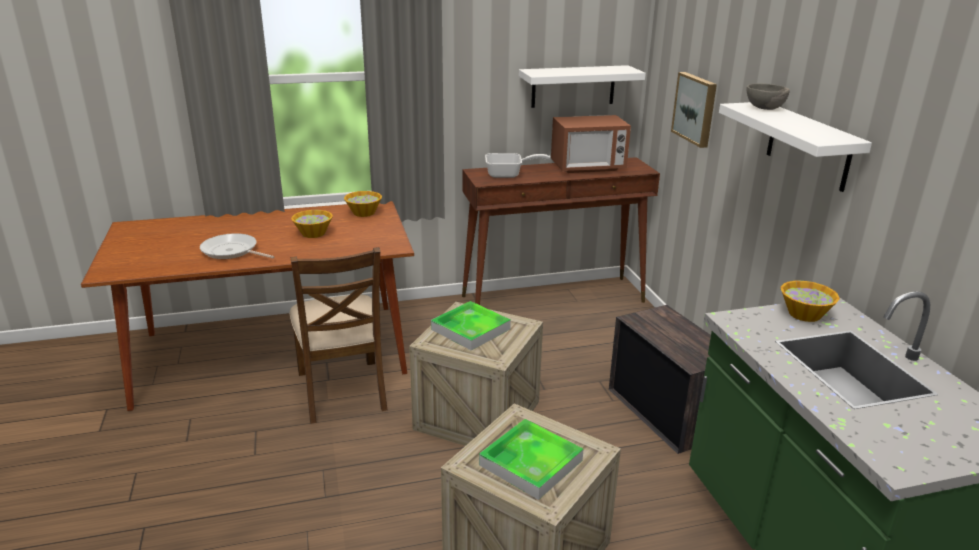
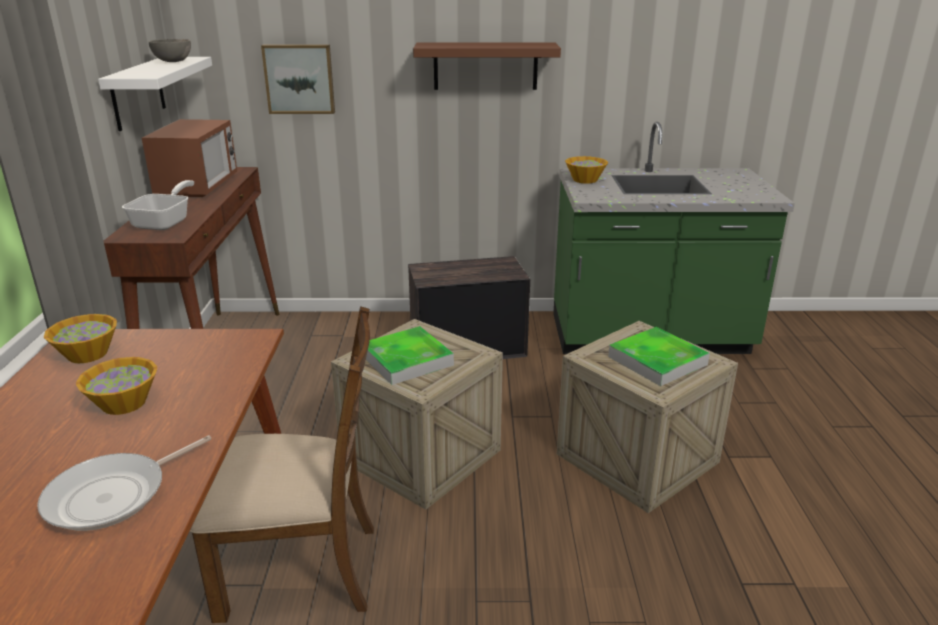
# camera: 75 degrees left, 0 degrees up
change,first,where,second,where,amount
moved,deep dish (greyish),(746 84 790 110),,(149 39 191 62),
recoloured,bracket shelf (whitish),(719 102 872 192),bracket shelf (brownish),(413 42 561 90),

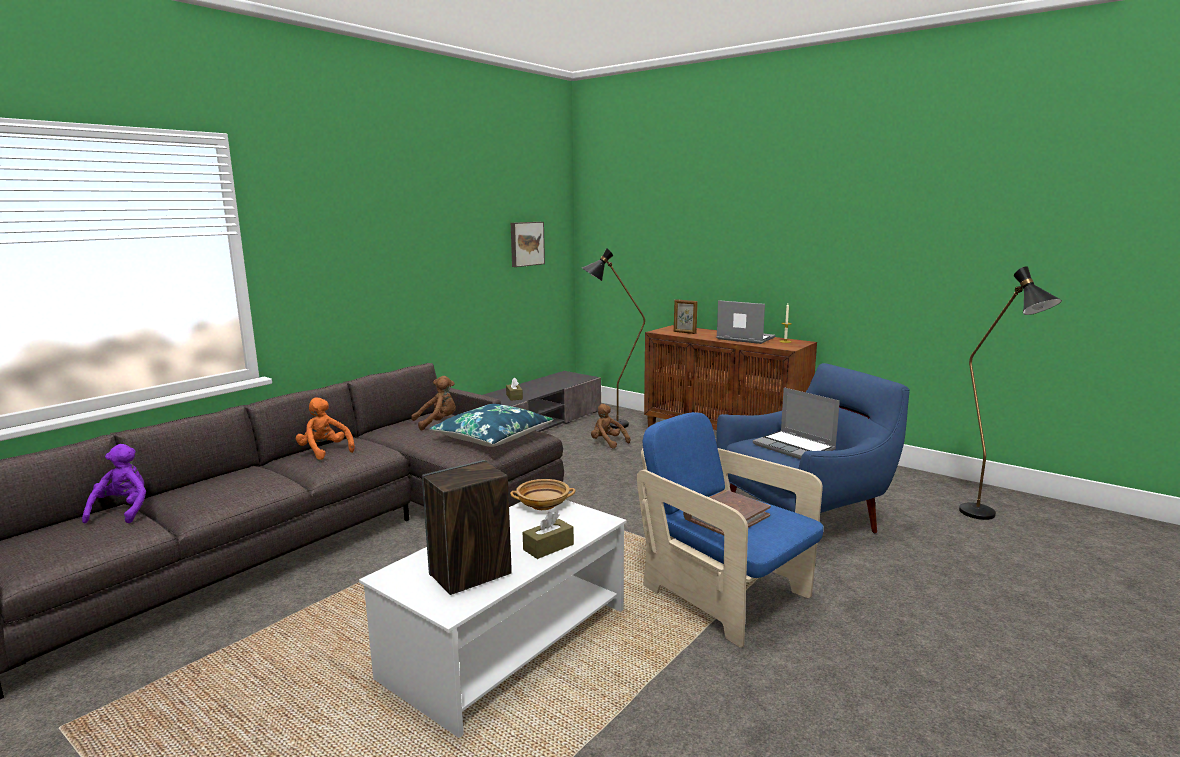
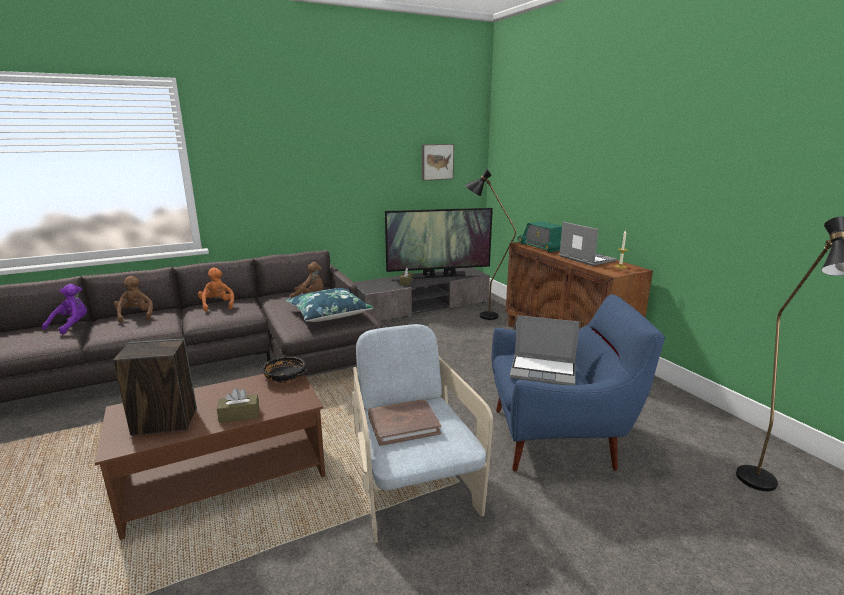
# camera: 25 degrees right, 5 degrees up
change,first,where,second,where,amount
replaced,picture frame,(674 299 698 334),radio,(517 221 562 252),
turned,portable computer,(753 387 840 460),,(510 315 580 385),60 degrees counterclockwise
moved,cuddly toy (brownish),(591 404 630 448),,(113 276 153 323),
recoloured,armchair (blue),(637 412 824 648),armchair (beige),(352 324 493 543),
recoloured,deep dish (beige),(510 479 575 510),deep dish (black-coloured),(261 356 308 383),
recoloured,low table (whitish),(359 500 627 738),low table (brownish),(95 374 325 540),
added,,,TV,(385 208 493 279),

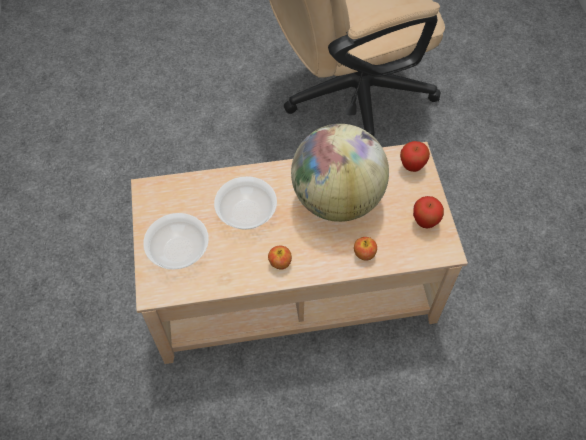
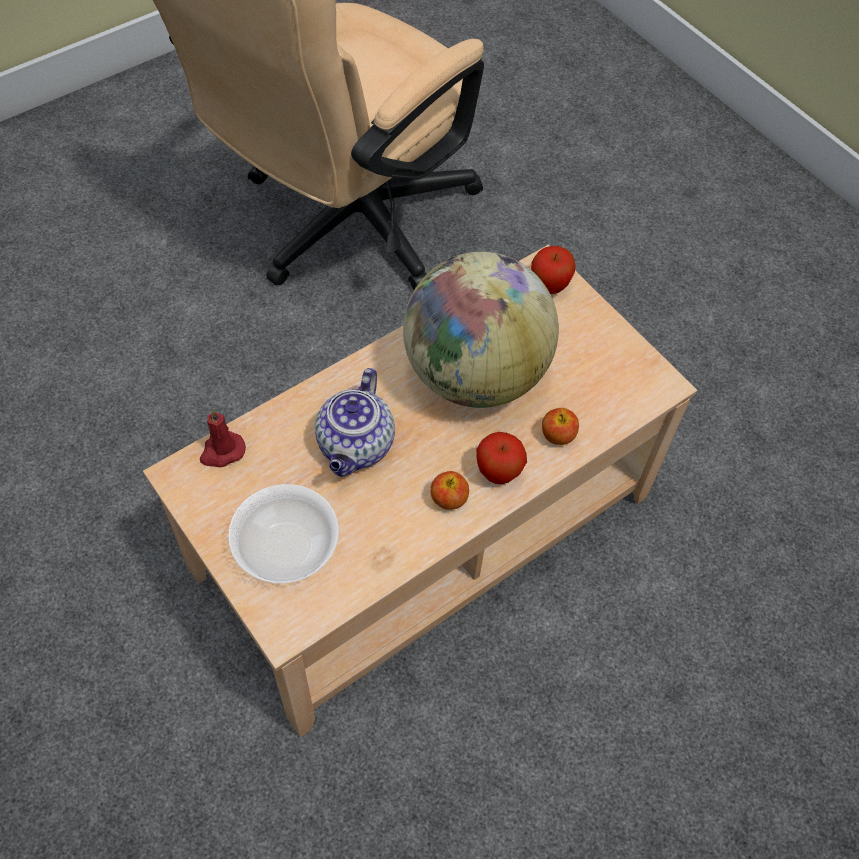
# camera: 30 degrees left, 0 degrees up
change,first,where,second,where,amount
replaced,deep dish,(214 176 277 230),teapot,(315 368 395 477),
moved,apple fruit,(413 196 444 228),,(476 432 527 484),
added,,,wax light (red),(200 409 246 467),

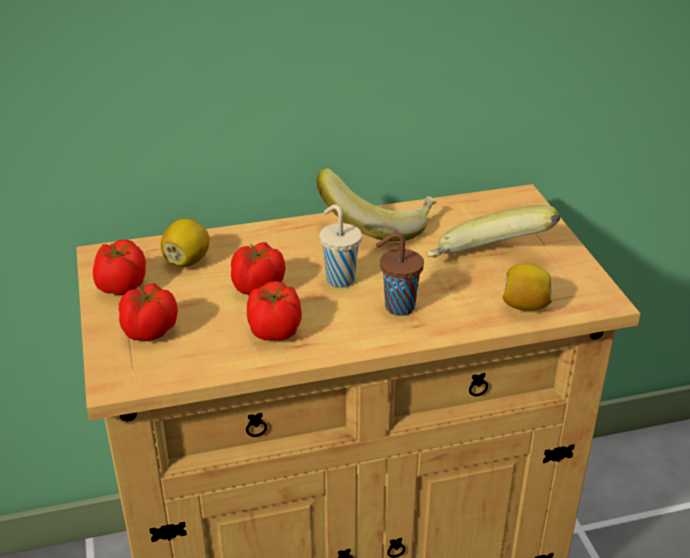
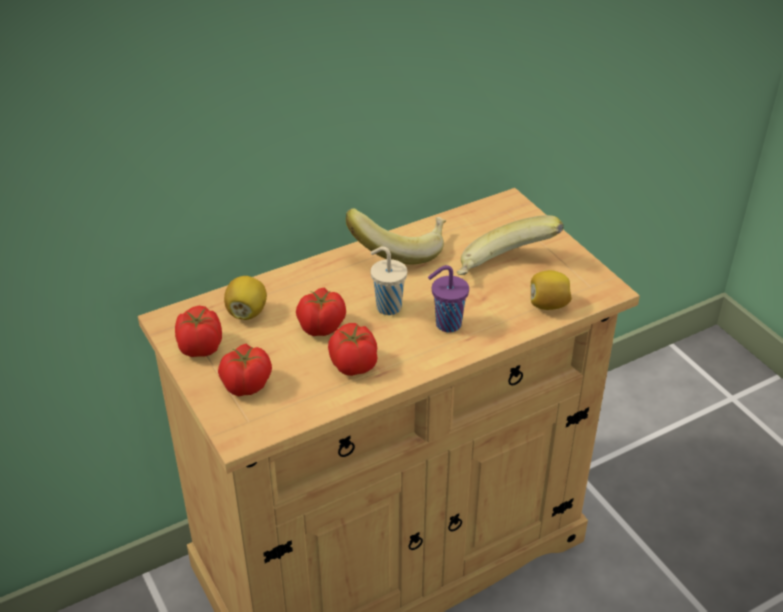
# camera: 15 degrees left, 5 degrees up
change,first,where,second,where,amount
recoloured,drinking cup (brownish),(376 233 424 316),drinking cup (purple),(428 265 469 332),

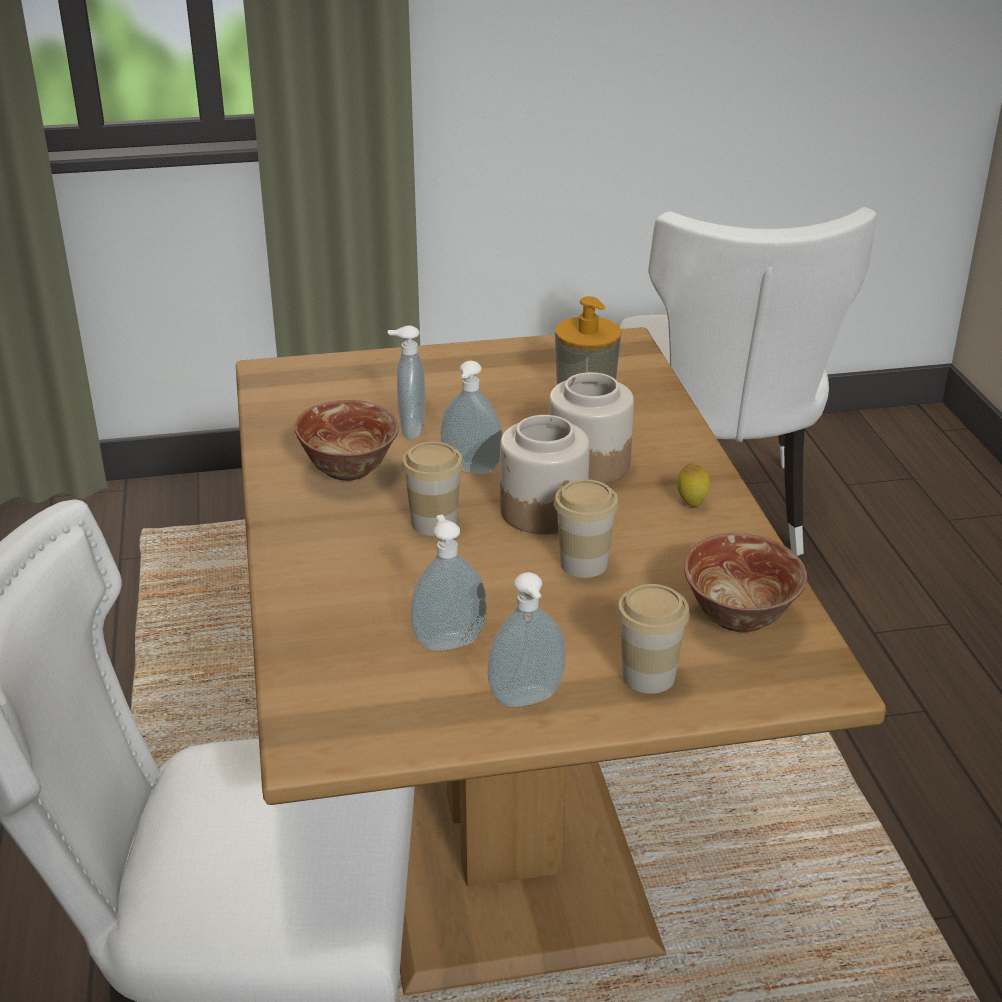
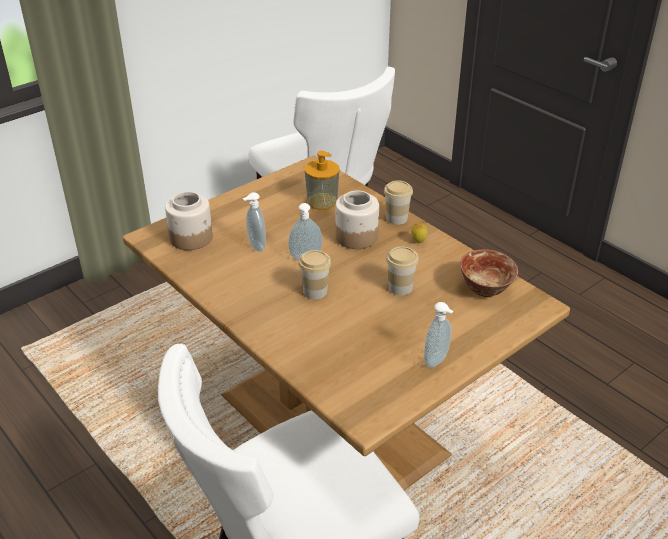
# camera: 30 degrees left, 5 degrees up
change,first,where,second,where,amount
removed,deep dish,(295 400 399 481),,,
moved,storage jar,(500 415 590 534),,(165 191 213 250),
removed,soap bottle,(411 515 487 651),,,
moved,drinking cup,(617 584 690 694),,(384 181 413 225),

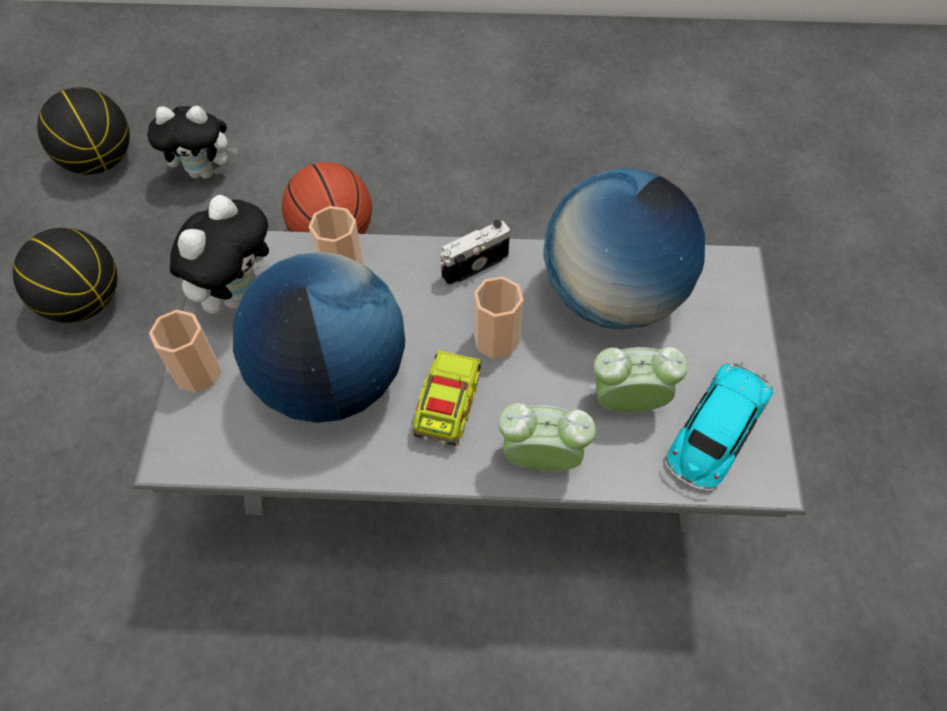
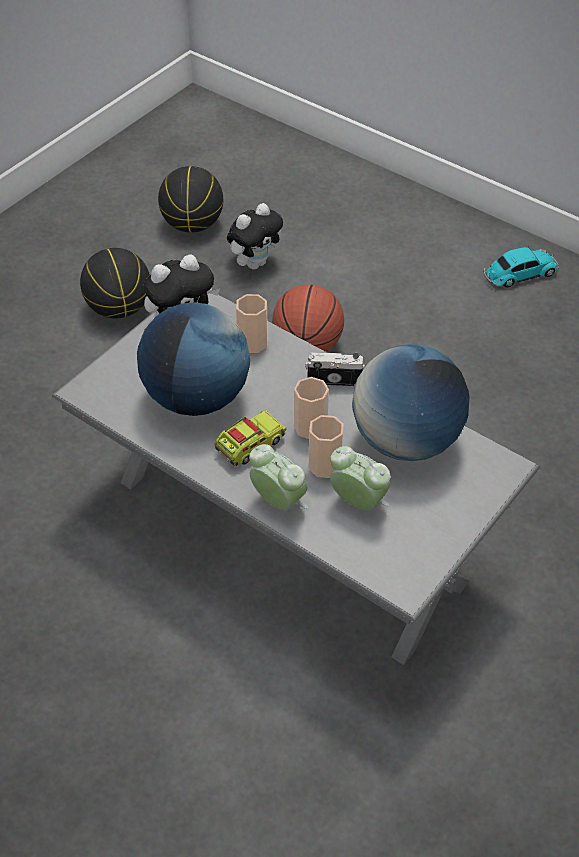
# camera: 35 degrees right, 10 degrees down
change,first,where,second,where,amount
turned,cuddly toy,(147 106 238 179),,(227 203 283 269),75 degrees counterclockwise
moved,drinking cup,(149 310 222 393),,(308 415 344 478),
moved,toy car,(664 362 773 492),,(483 247 559 288),

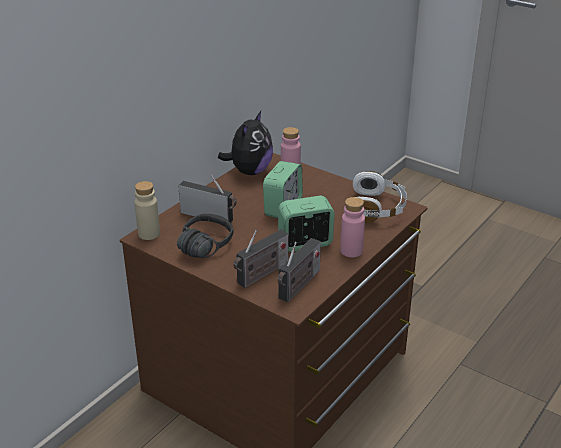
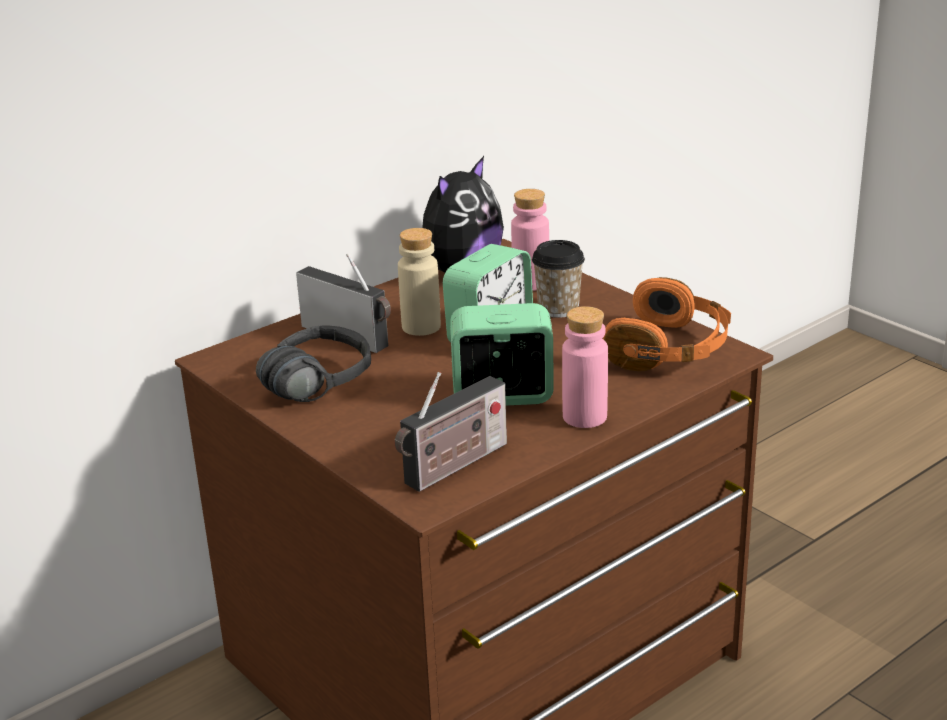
# camera: 15 degrees right, 5 degrees down
change,first,where,second,where,amount
recoloured,pair of headphones (whitish),(353 171 407 223),pair of headphones (orange),(603 277 731 371),
moved,beverage bottle (beige),(134 181 160 240),,(398 228 441 336),
removed,radio,(233 229 288 288),,,
added,,,drinking cup,(532 240 585 318),

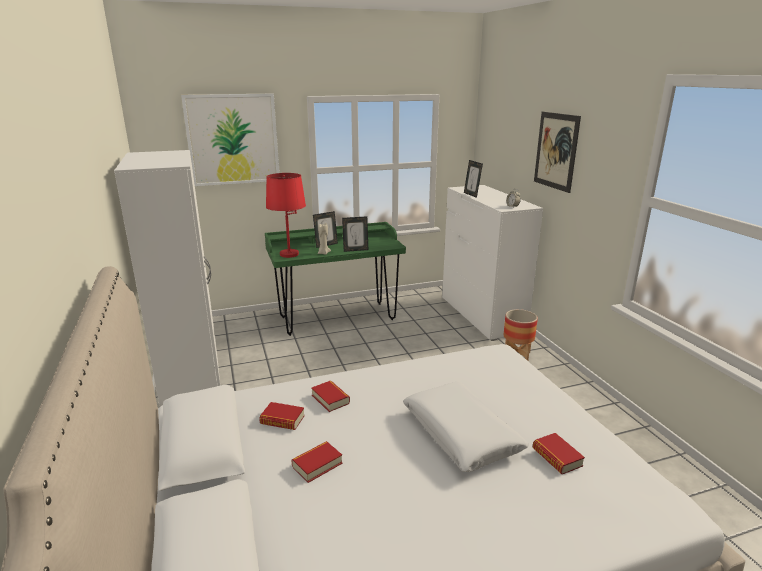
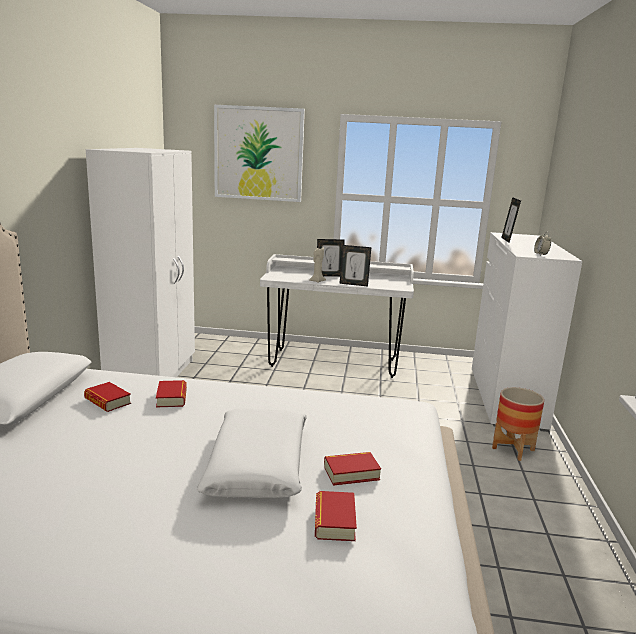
# camera: 25 degrees right, 5 degrees down
change,first,where,second,where,amount
removed,wall art,(534 112 581 193),,,
removed,tabletop lamp (red),(266 173 306 258),,,
recoloured,desk table (greenish),(265 222 406 336),desk table (whitish),(260 254 414 378),
moved,bound book,(291 441 343 483),,(324 452 381 486),

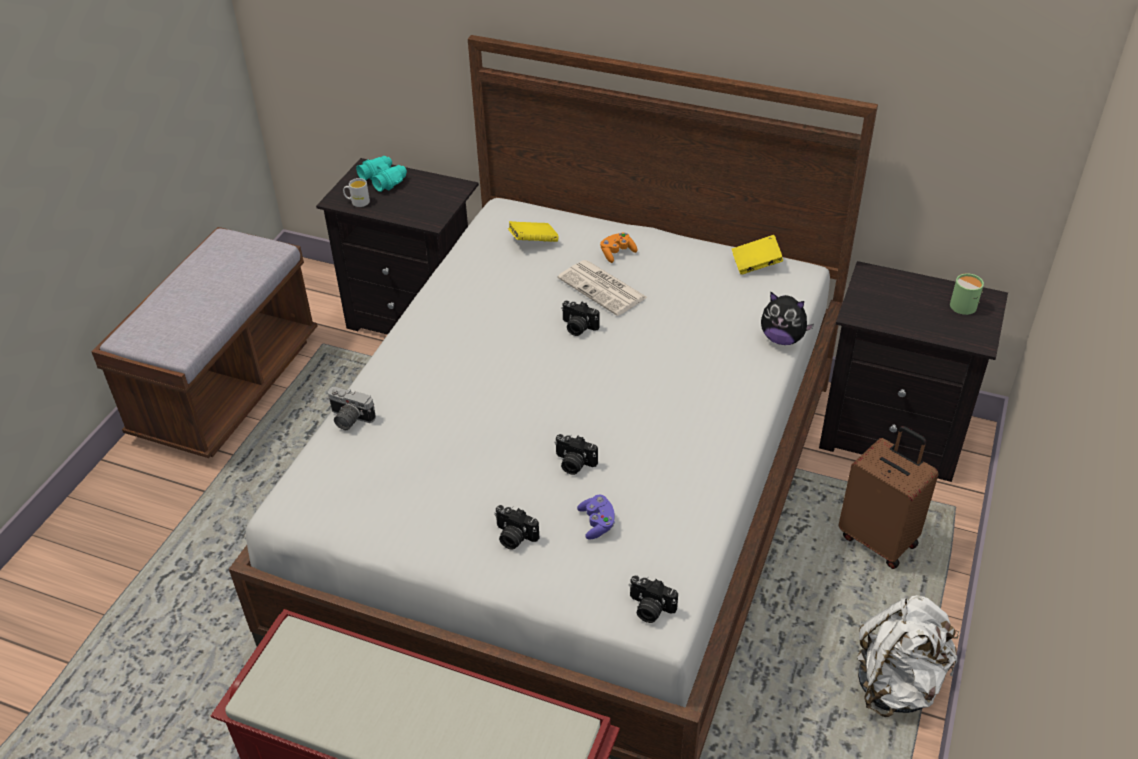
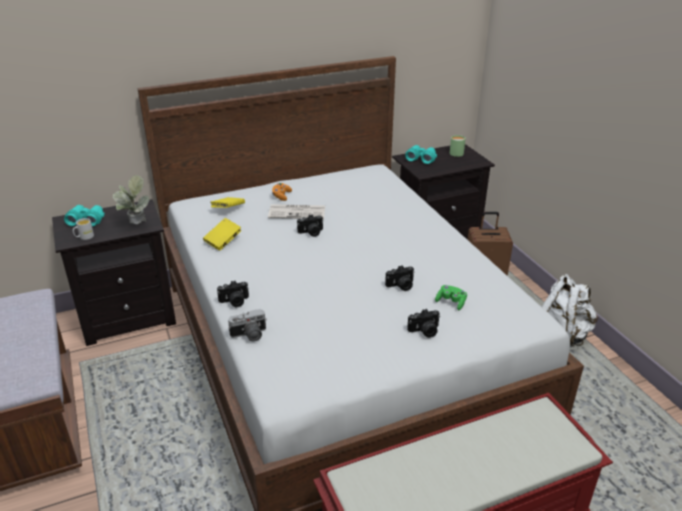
# camera: 45 degrees left, 10 degrees down
change,first,where,second,where,amount
moved,bound book (yellowish),(732 235 783 275),,(203 218 242 250),
removed,cuddly toy,(761 292 814 345),,,
recoloured,game controller (purple),(577 495 615 539),game controller (greenish),(435 285 467 310),
moved,photo camera,(629 576 678 623),,(217 280 249 307),
added,,,binoculars (turquoise-coloured),(405 145 437 164),
added,,,plant in a pot,(113 175 149 224),

